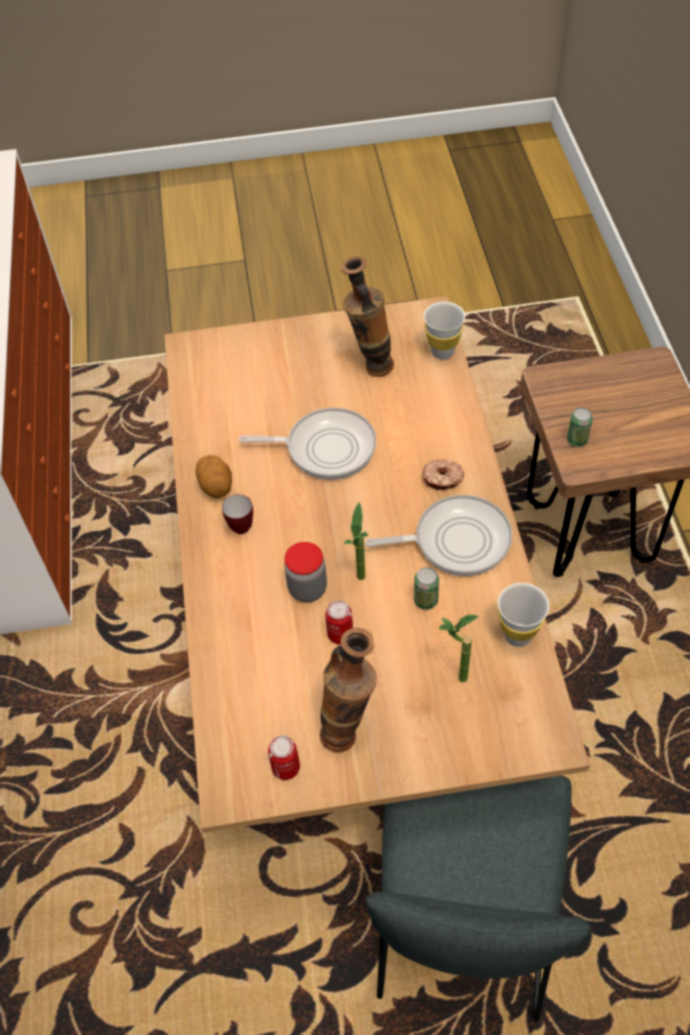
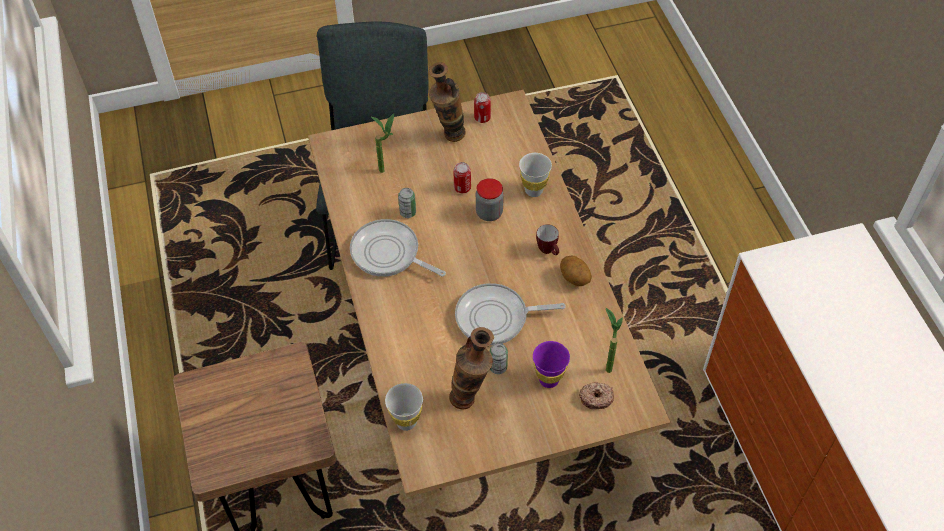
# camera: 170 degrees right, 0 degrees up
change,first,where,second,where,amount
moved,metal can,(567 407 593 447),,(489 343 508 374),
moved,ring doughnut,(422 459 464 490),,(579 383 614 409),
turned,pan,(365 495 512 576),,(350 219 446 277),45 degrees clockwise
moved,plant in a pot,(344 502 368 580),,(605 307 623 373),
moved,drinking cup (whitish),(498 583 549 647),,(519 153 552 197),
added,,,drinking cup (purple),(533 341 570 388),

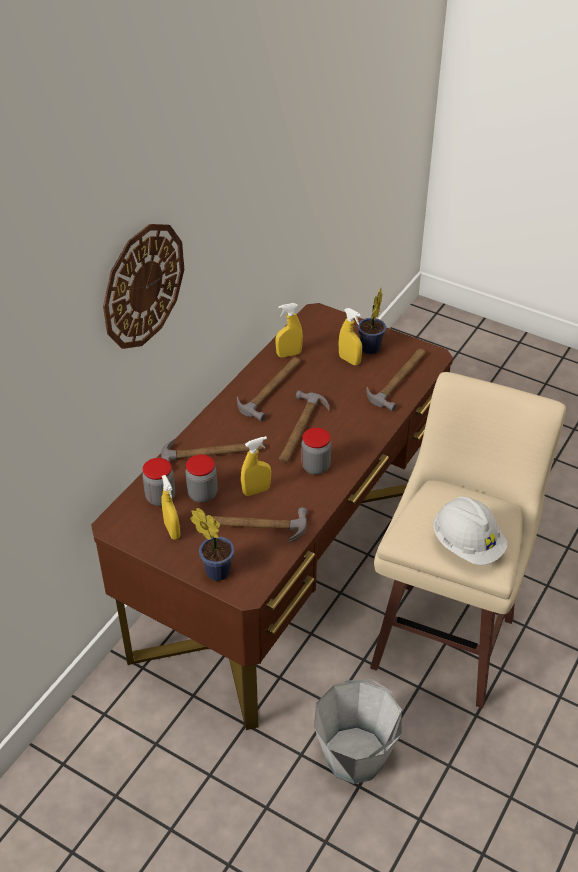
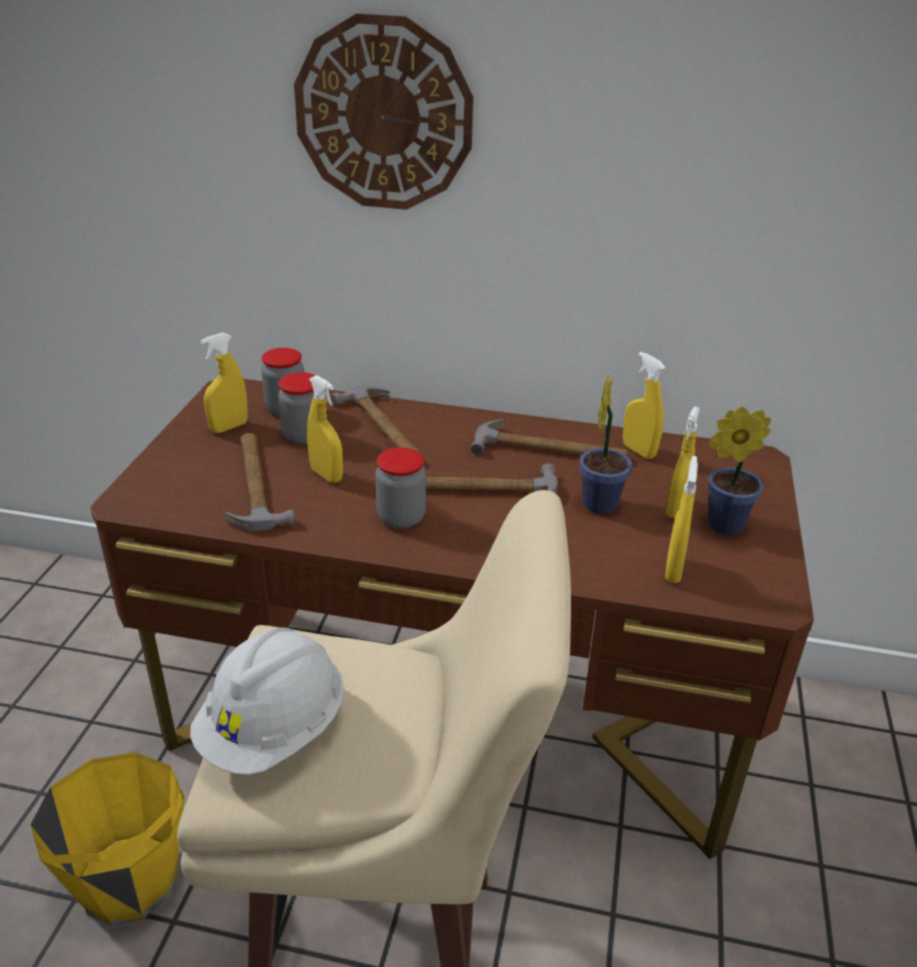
# camera: 70 degrees right, 10 degrees down
change,first,where,second,where,amount
replaced,hammer,(366 349 426 411),spray bottle (yellowish),(665 456 698 583),
moved,plant in a pot,(190 508 234 581),,(580 373 632 514),
recoloured,bucket (greyish),(314 679 402 784),bucket (yellowish),(31 752 185 926),

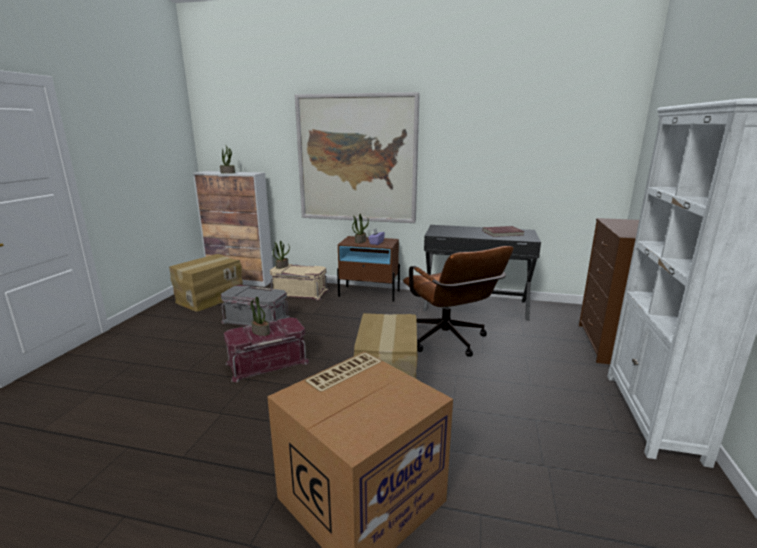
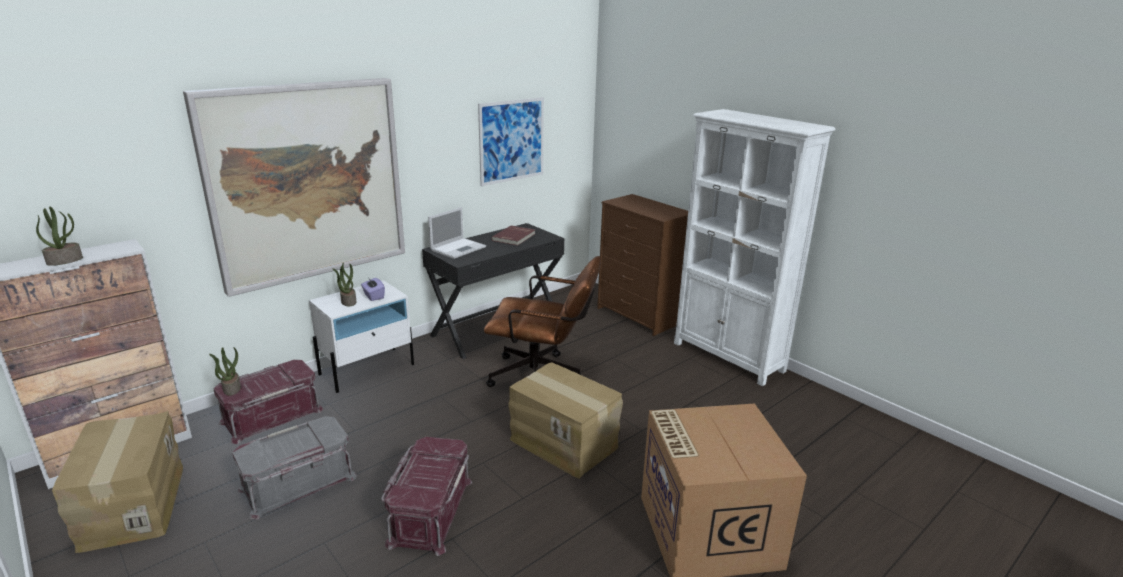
# camera: 55 degrees left, 5 degrees up
change,first,where,second,where,amount
recoloured,bedside table (brownish),(337 236 400 302),bedside table (whitish),(309 280 414 393),
recoloured,storage box (beige),(270 264 329 301),storage box (red),(214 360 323 444),
removed,plant in a pot,(250 296 270 336),,,
added,,,wall art,(478 97 544 186),
added,,,portable computer,(428 207 486 259),

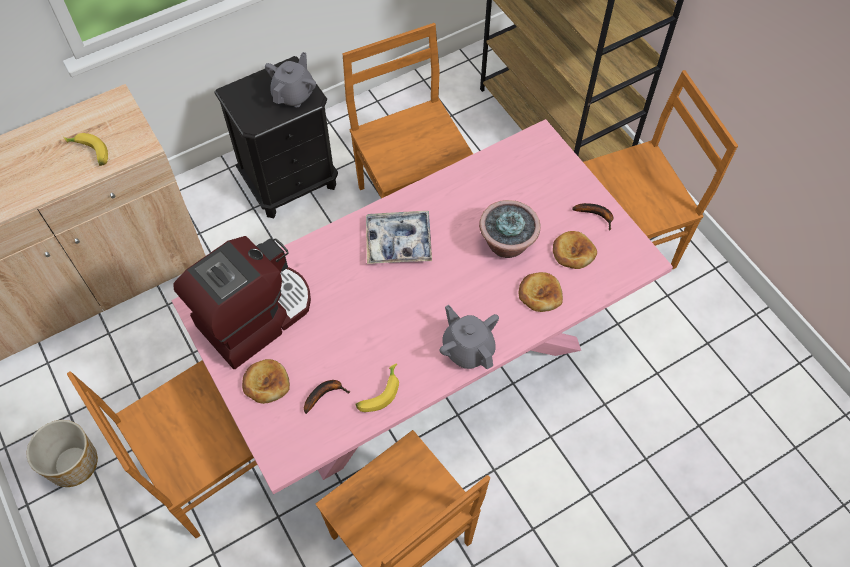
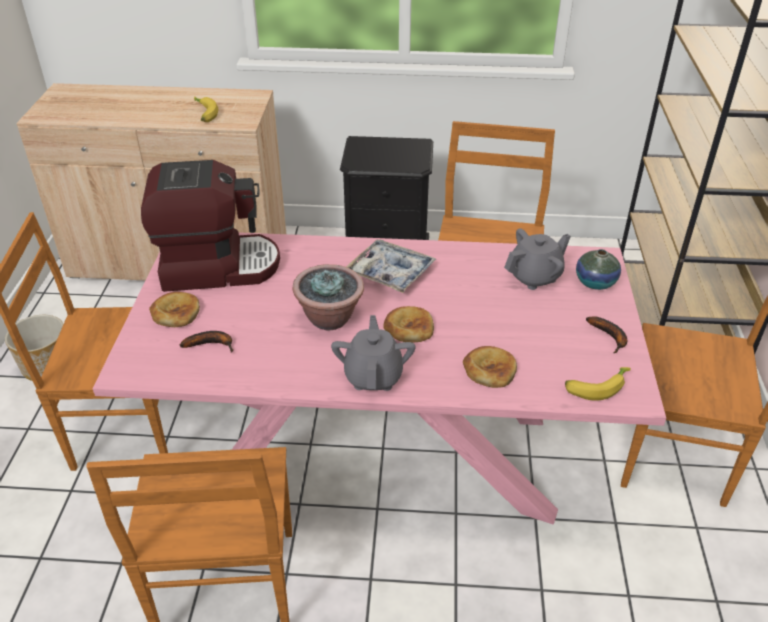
# camera: 35 degrees right, 20 degrees down
change,first,where,second,where,amount
moved,teapot (greyish),(265 52 316 107),,(504 228 571 290),
moved,plant in a pot,(479 200 541 258),,(293 264 364 330),
moved,bakery bread,(553 231 597 269),,(383 306 434 342),
moved,banana fruit,(356 363 399 412),,(565 367 631 401),
added,,,vase,(576 249 621 290),

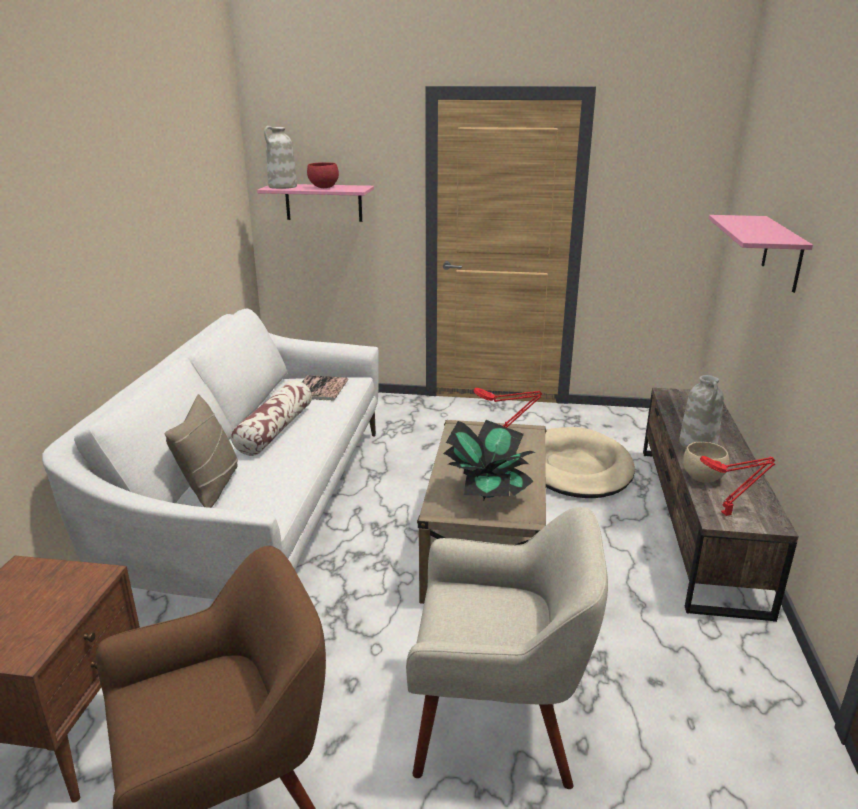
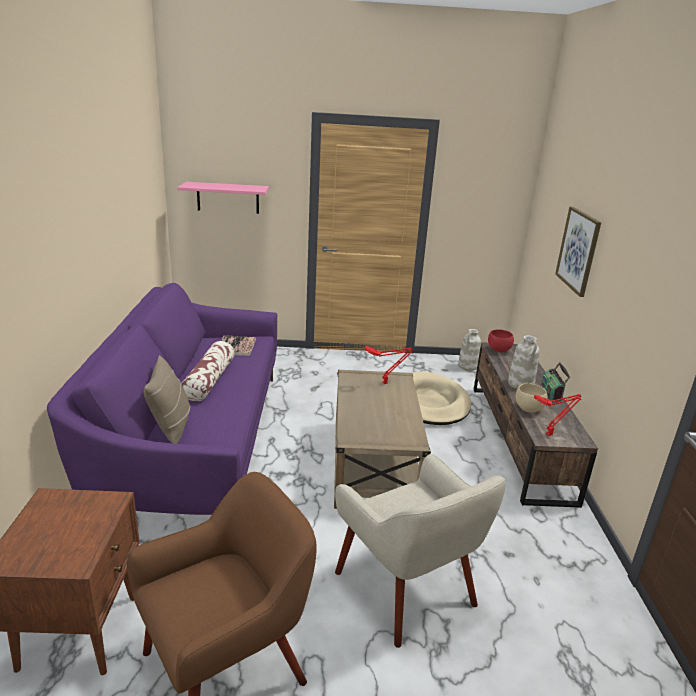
# camera: 10 degrees left, 0 degrees up
change,first,where,second,where,amount
moved,vase (whitish),(264 126 297 189),,(458 329 481 371),
moved,deep dish (red),(307 162 339 188),,(488 329 514 353),
replaced,bracket shelf (pinkish),(709 215 813 293),wall art,(555 207 601 297),
recoloured,sofa (whitish),(42 309 379 599),sofa (purple),(47 283 277 515),
removed,plant in a pot,(443 420 535 500),,,
turned,armchair (beige),(406 507 608 789),,(335 454 505 648),60 degrees clockwise
added,,,radio,(542 362 570 402),

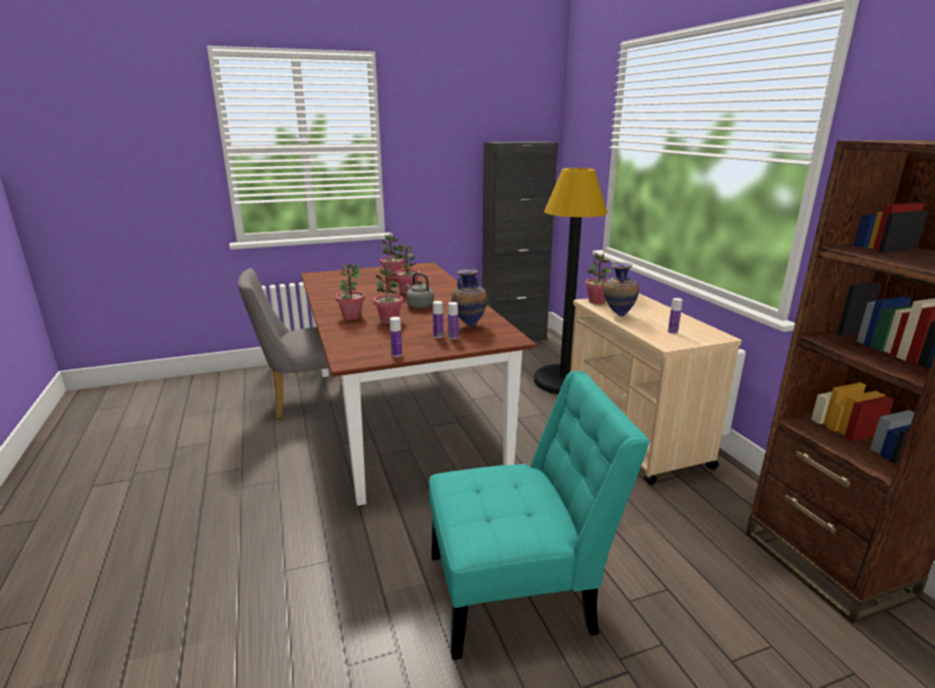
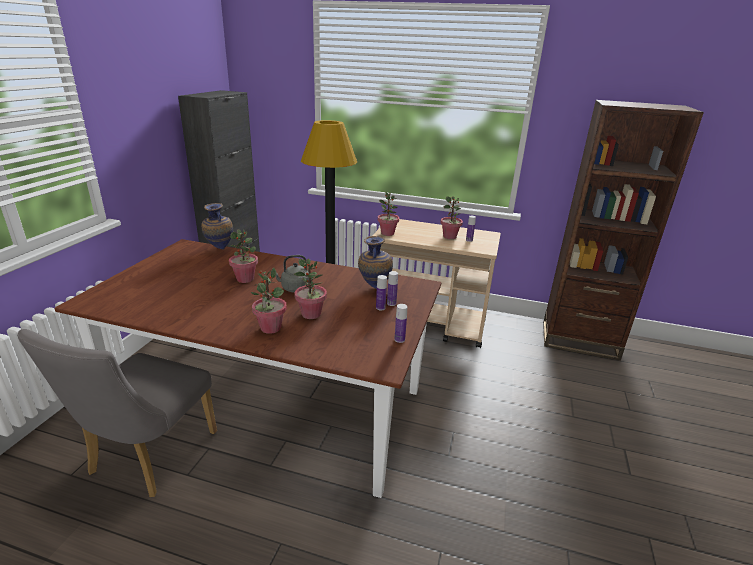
# camera: 55 degrees left, 5 degrees up
change,first,where,second,where,amount
moved,plant in a pot,(380 233 403 279),,(440 196 463 239),
moved,vase,(604 262 639 317),,(201 203 233 249),
removed,upright chair (turquoise-coloured),(429 371 650 660),,,

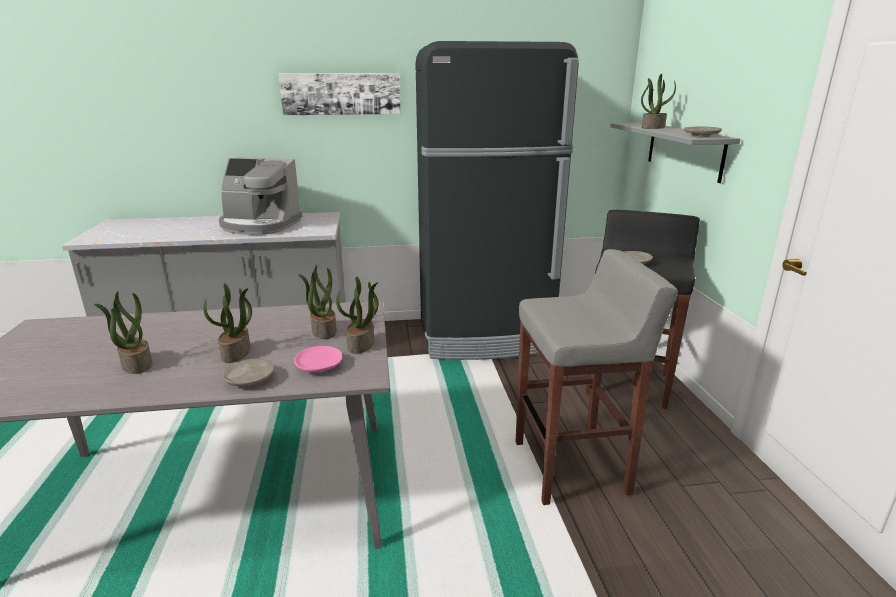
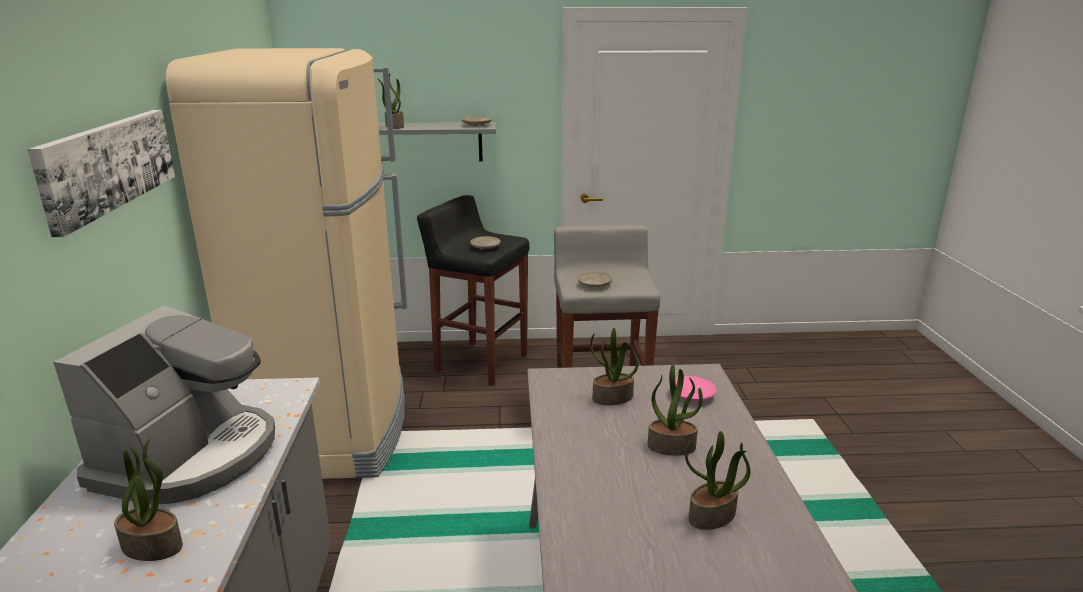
# camera: 85 degrees left, 0 degrees up
change,first,where,second,where,amount
recoloured,kitchen fridge (black-coloured),(415 41 579 360),kitchen fridge (beige),(166 48 407 479),
moved,plant in a pot,(336 276 378 354),,(114 437 183 561),
moved,flat dish (beige),(222 359 274 386),,(578 272 613 288),

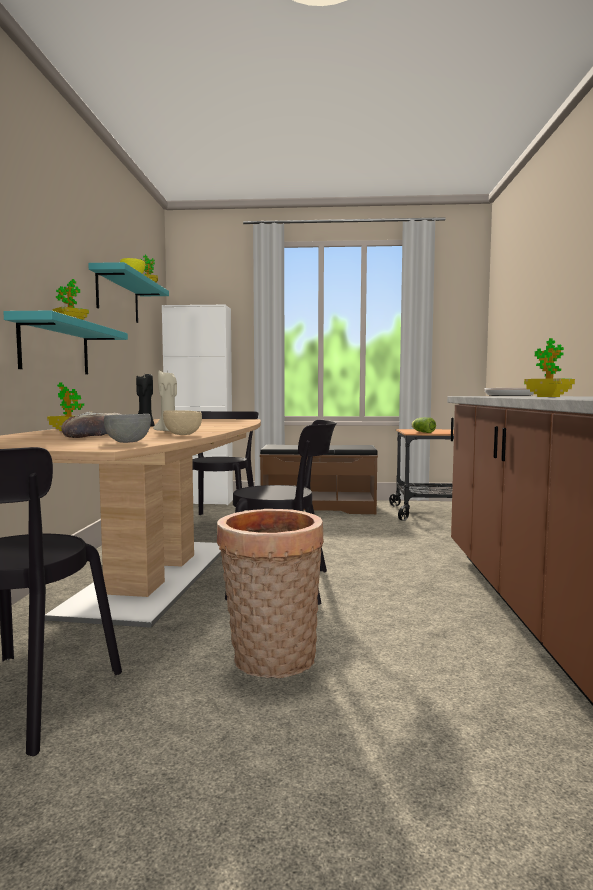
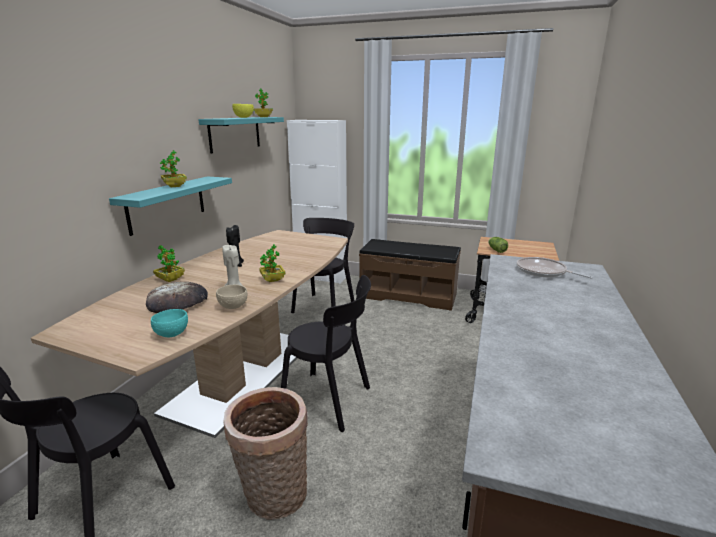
# camera: 15 degrees right, 15 degrees up
change,first,where,second,where,amount
moved,plant in a pot,(524 338 575 397),,(259 244 285 282),
recoloured,deep dish (greyish),(104 414 151 443),deep dish (turquoise-coloured),(151 309 188 337),

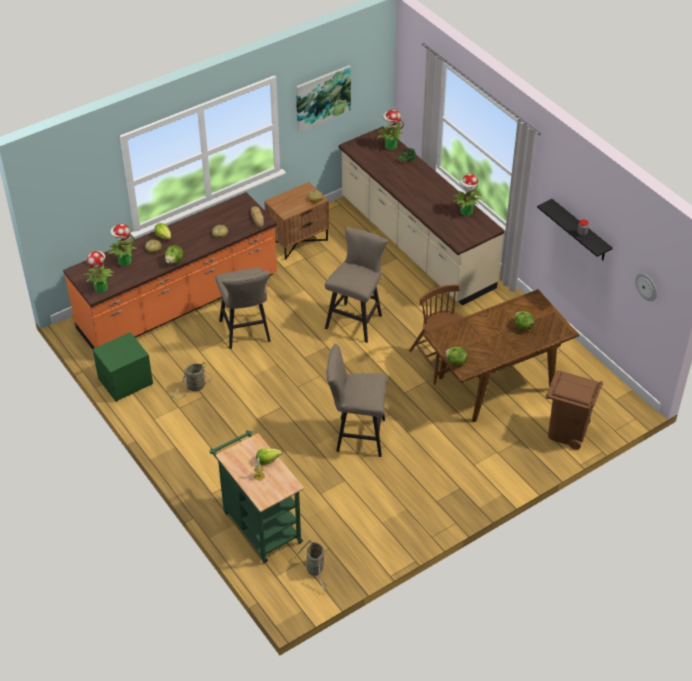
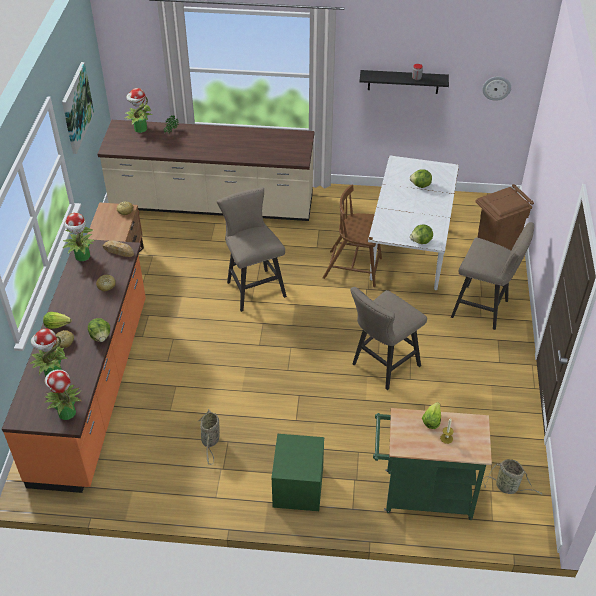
# camera: 50 degrees left, 0 degrees up
change,first,where,second,where,amount
moved,plant in a pot,(454 174 482 216),,(63 213 95 261),
moved,stool (beige),(216 268 271 349),,(451 222 534 330),
recoloured,kitchen table (brownish),(423 289 579 422),kitchen table (whitish),(368 155 459 290),
moved,bedside table (greenish),(92 332 153 401),,(271 434 324 511),

